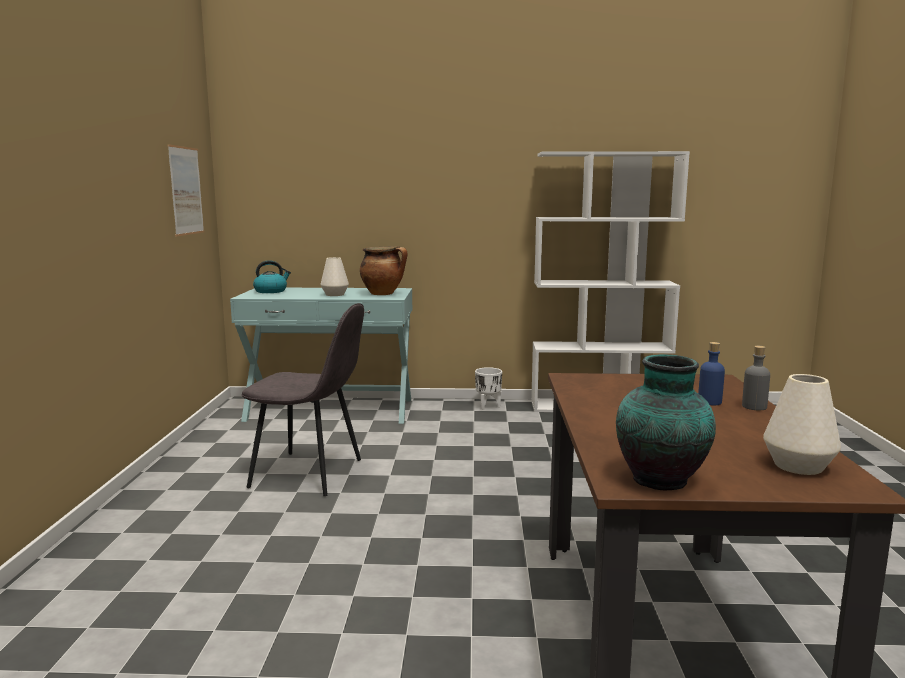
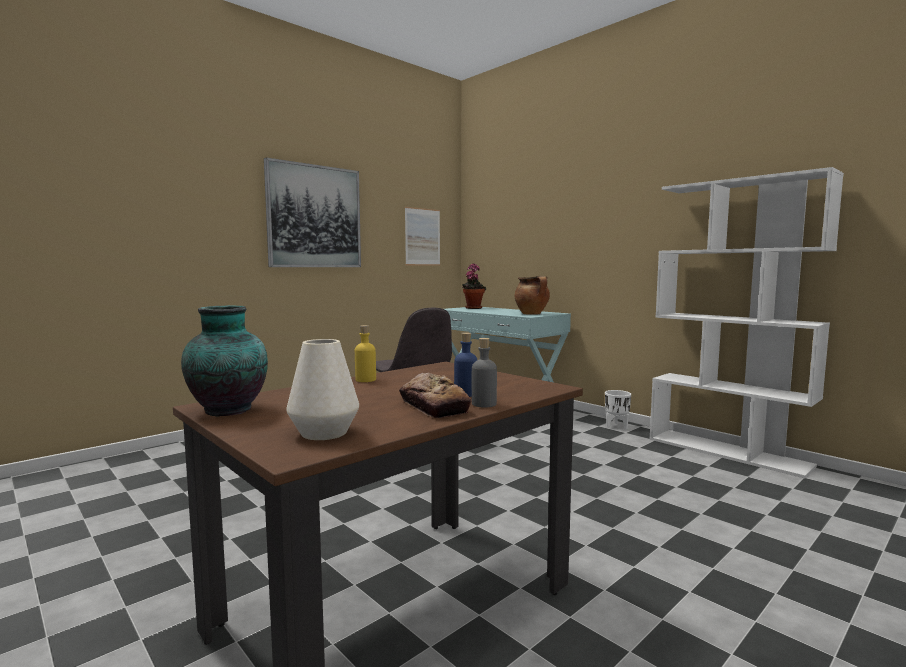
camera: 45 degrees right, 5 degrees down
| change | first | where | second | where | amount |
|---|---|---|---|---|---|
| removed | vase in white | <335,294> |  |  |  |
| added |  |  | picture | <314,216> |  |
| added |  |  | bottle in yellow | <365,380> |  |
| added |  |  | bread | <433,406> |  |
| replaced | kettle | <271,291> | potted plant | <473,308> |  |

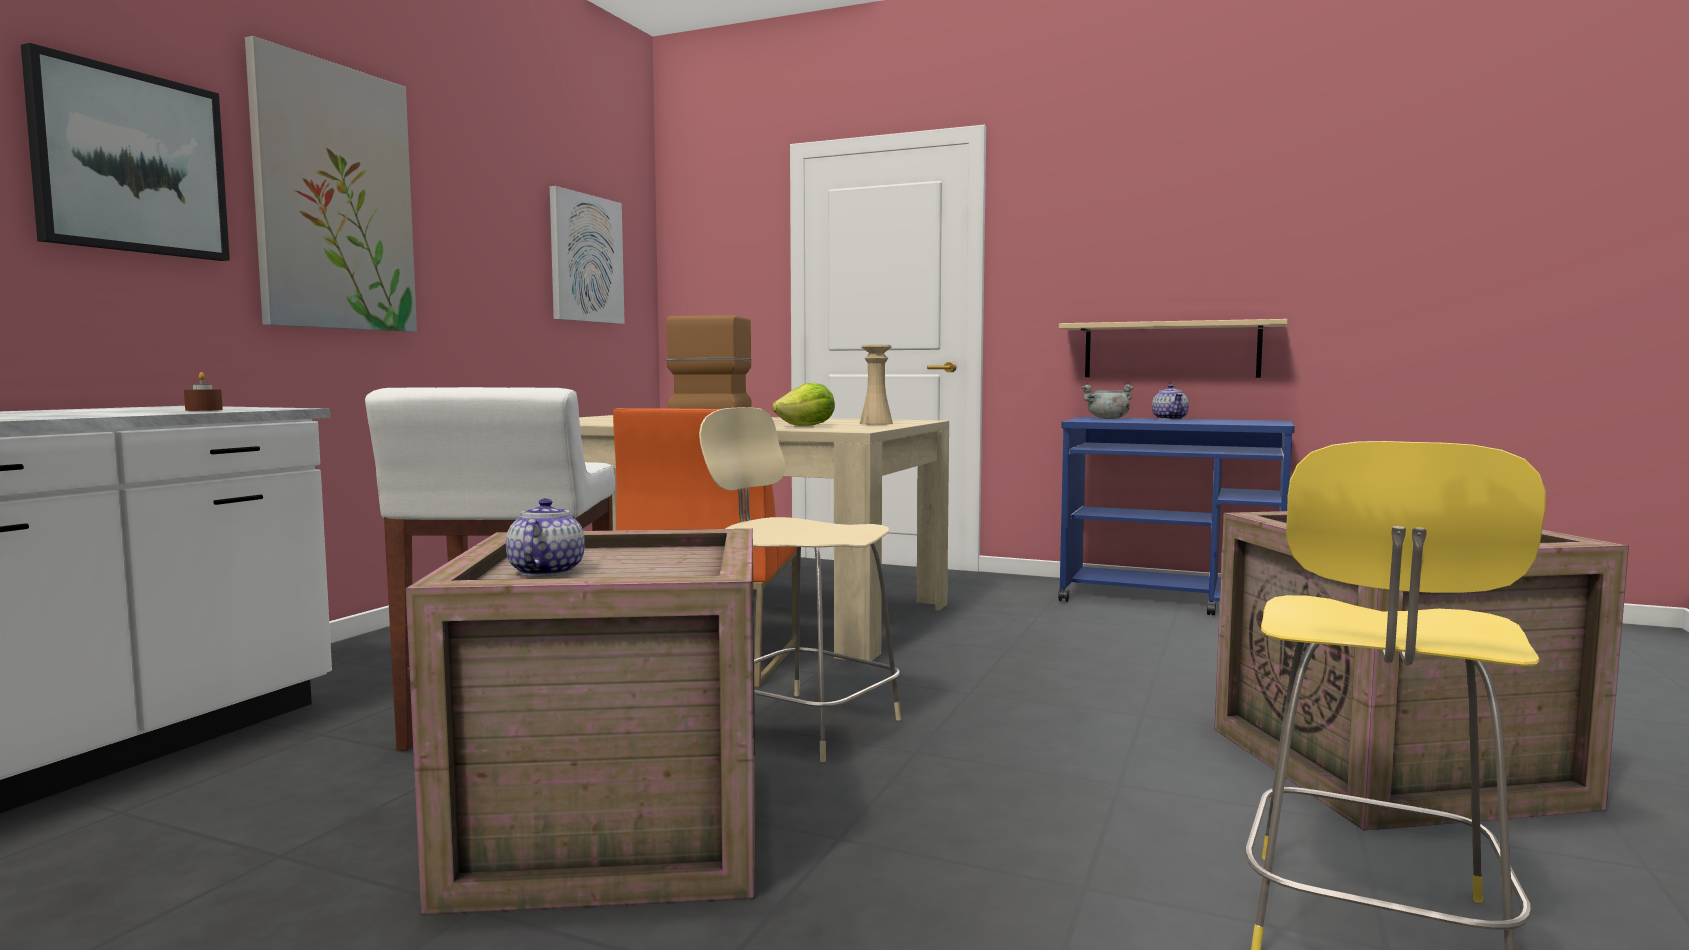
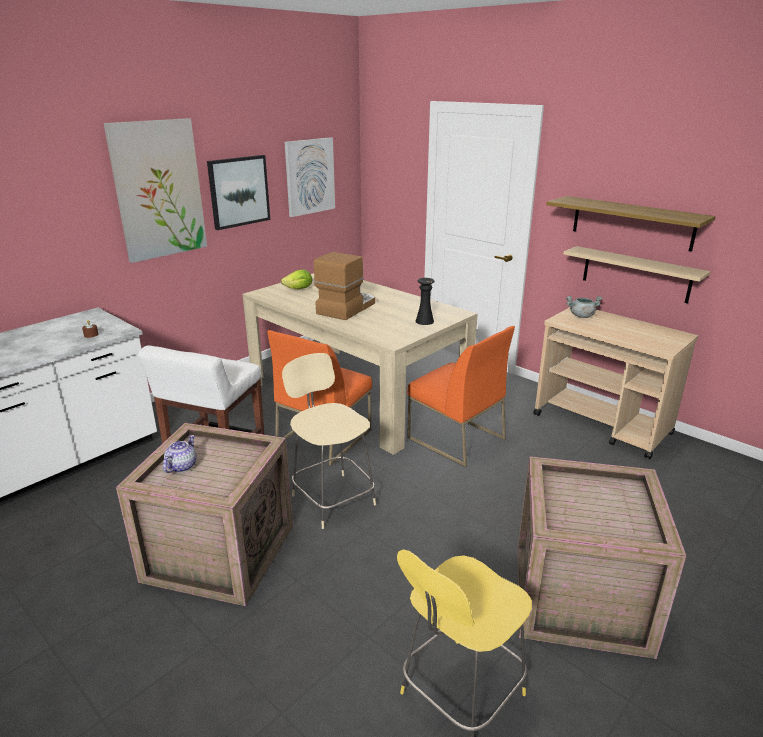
camera: 20 degrees right, 20 degrees up
| change | first | where | second | where | amount |
|---|---|---|---|---|---|
| removed | teapot | <1170,419> |  |  |  |
| added |  |  | chair in orange | <455,438> |  |
| added |  |  | shelf | <632,223> |  |
| moved | picture | <130,162> |  | <238,191> |  |
| moved | lettuce | <807,426> |  | <299,289> |  |
| recoloured | vase in beige | <876,423> | vase in black | <424,321> |  |
| recoloured | cart in blue | <1172,600> | cart in beige | <602,424> |  |

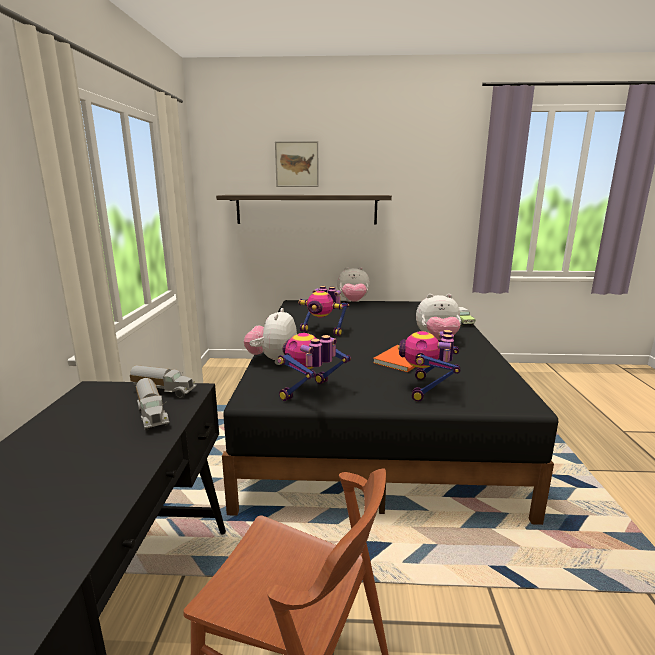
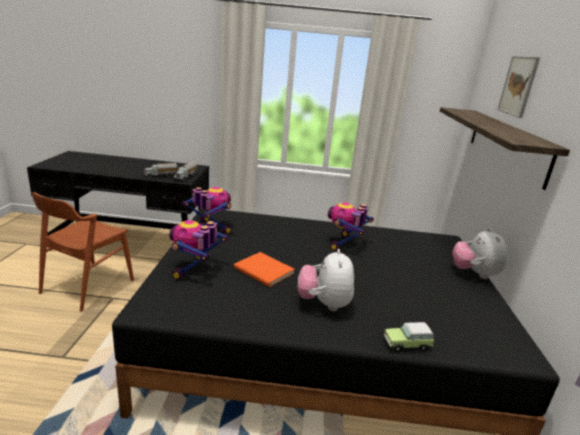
camera: 90 degrees right, 5 degrees up
| change | first | where | second | where | amount |
|---|---|---|---|---|---|
| removed | plush toy | <273,360> |  |  |  |
| turned | toy robot | <427,389> |  | <195,269> | 90 degrees counterclockwise |

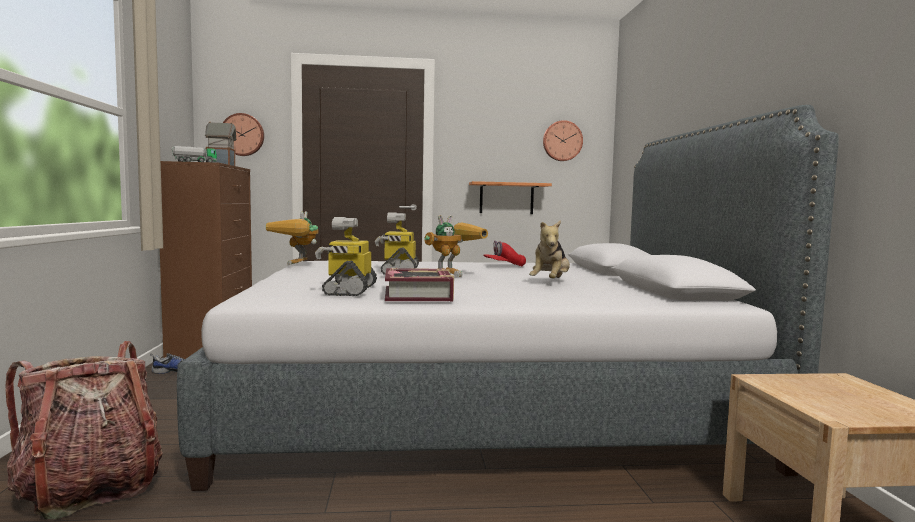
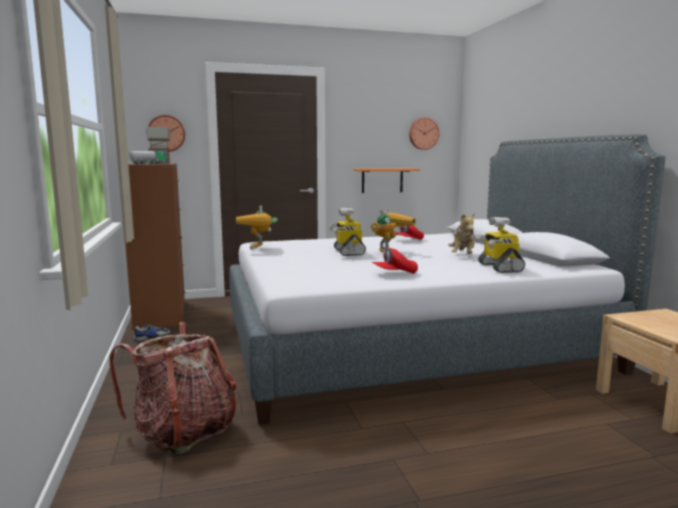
camera: 10 degrees left, 5 degrees up
| change | first | where | second | where | amount |
|---|---|---|---|---|---|
| moved | toy robot | <349,290> |  | <499,267> |  |
| replaced | book | <418,294> | cap in red | <394,273> |  |

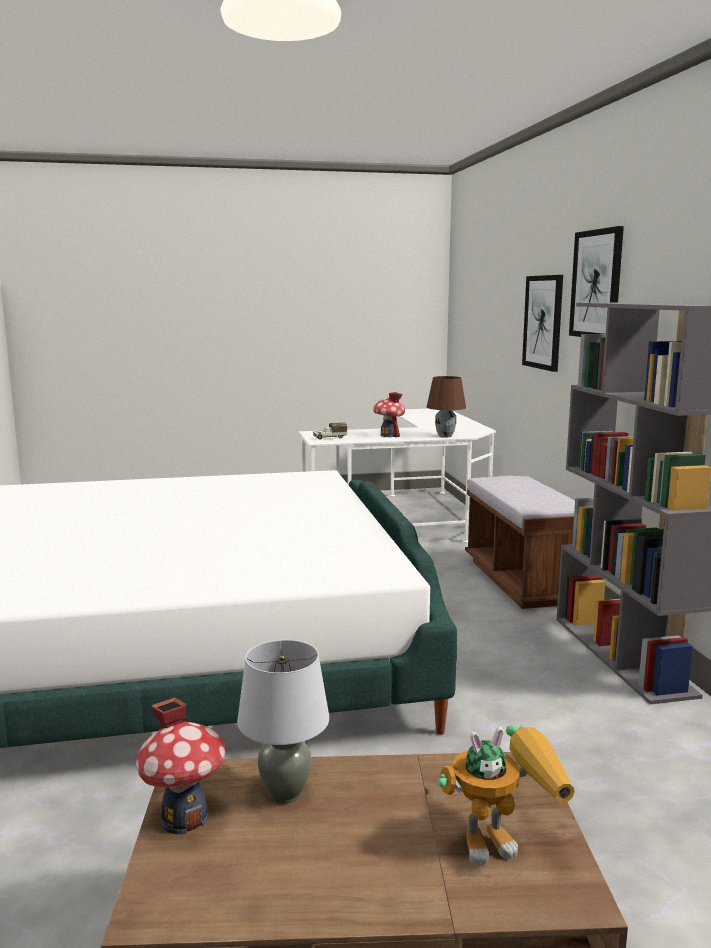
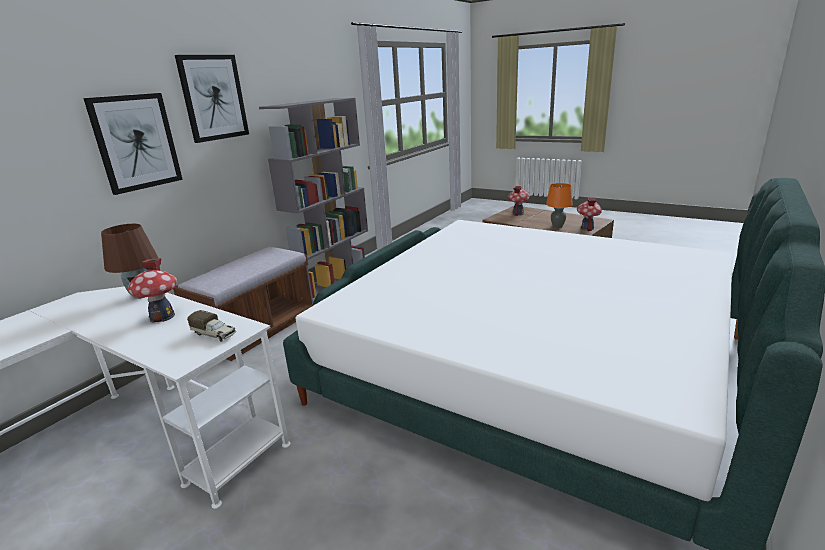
camera: 135 degrees left, 10 degrees up
| change | first | where | second | where | amount |
|---|---|---|---|---|---|
| replaced | toy robot | <503,839> | toy house | <518,213> |  |
| recoloured | table lamp in grey | <285,792> | table lamp in orange | <557,226> |  |

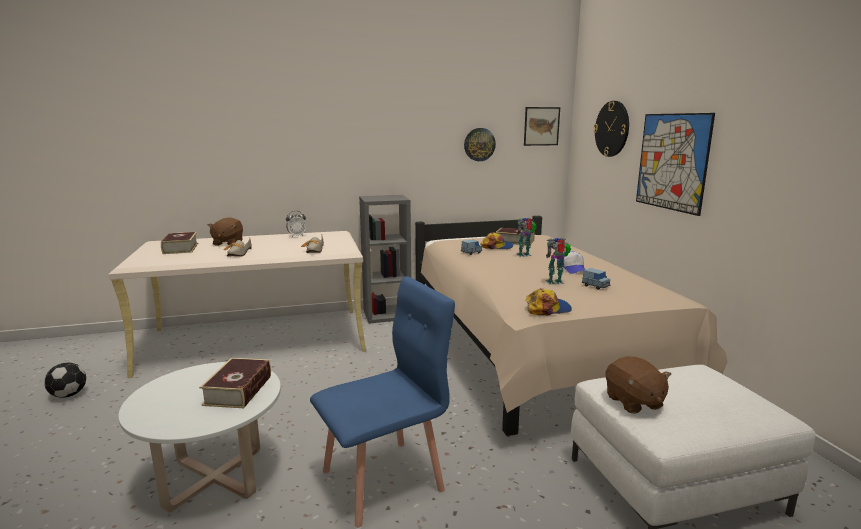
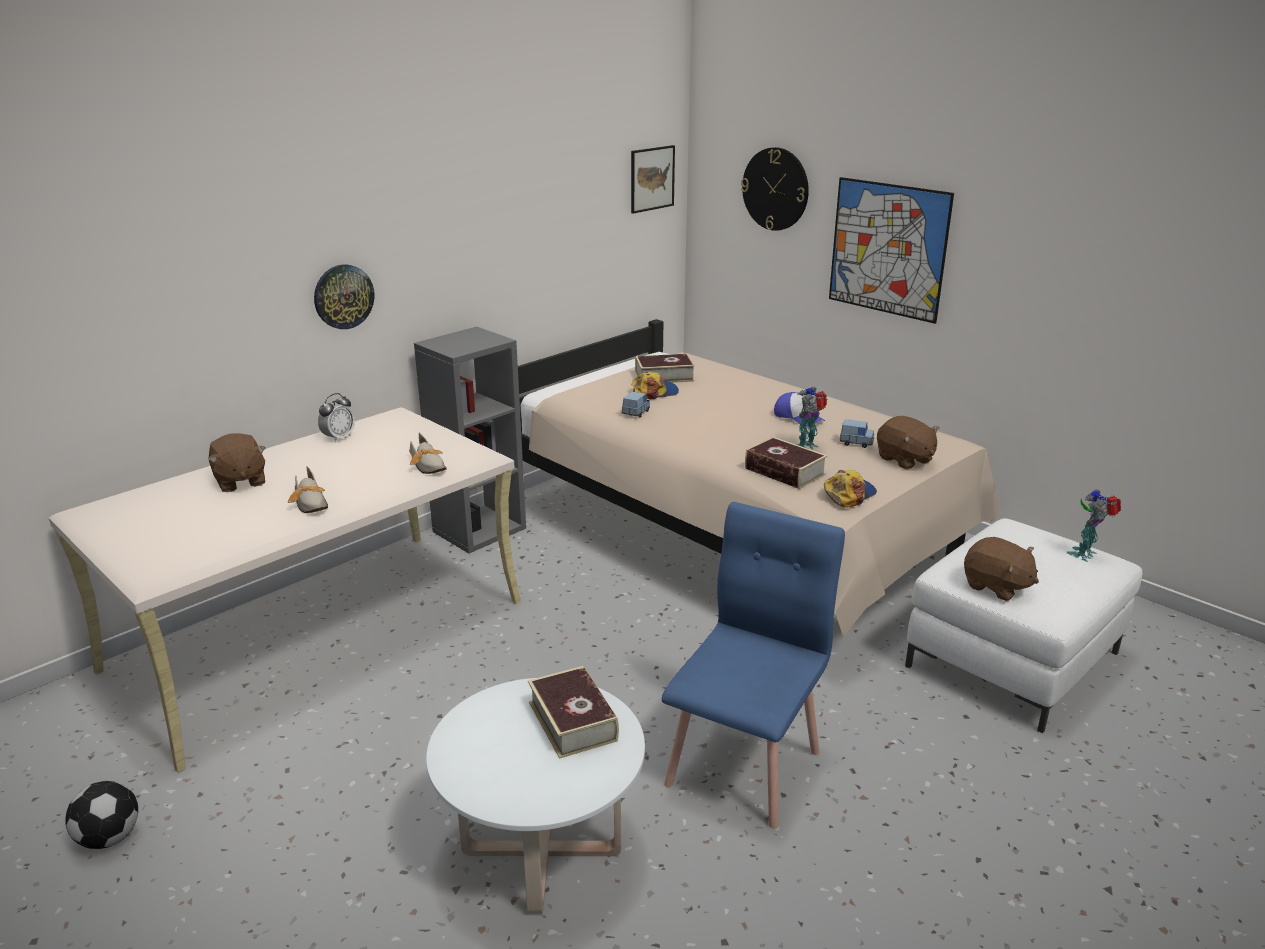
camera: 30 degrees left, 10 degrees up
| change | first | where | second | where | amount |
|---|---|---|---|---|---|
| added |  |  | plush toy in brown | <904,460> |  |
| moved | book | <180,248> |  | <784,471> |  |
| moved | wall clock | <479,144> |  | <343,296> |  |
| moved | toy robot | <524,255> |  | <1085,554> |  |

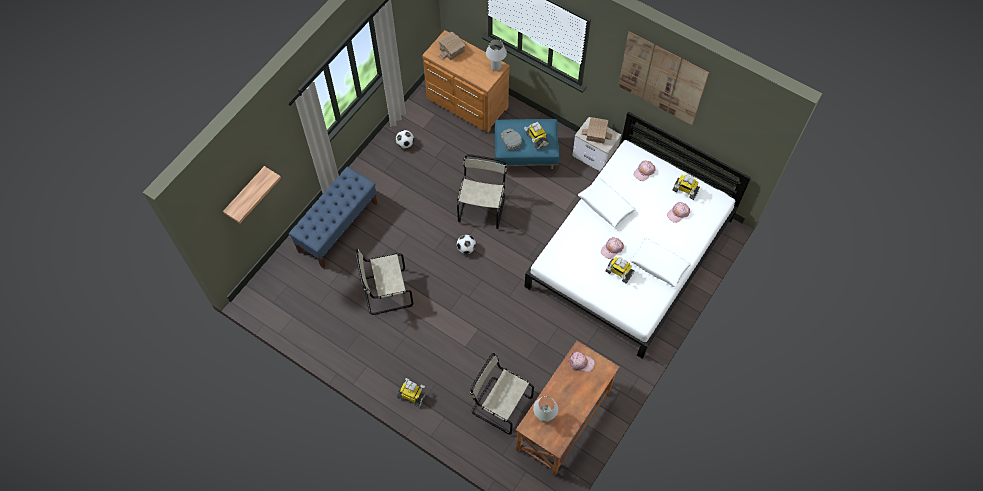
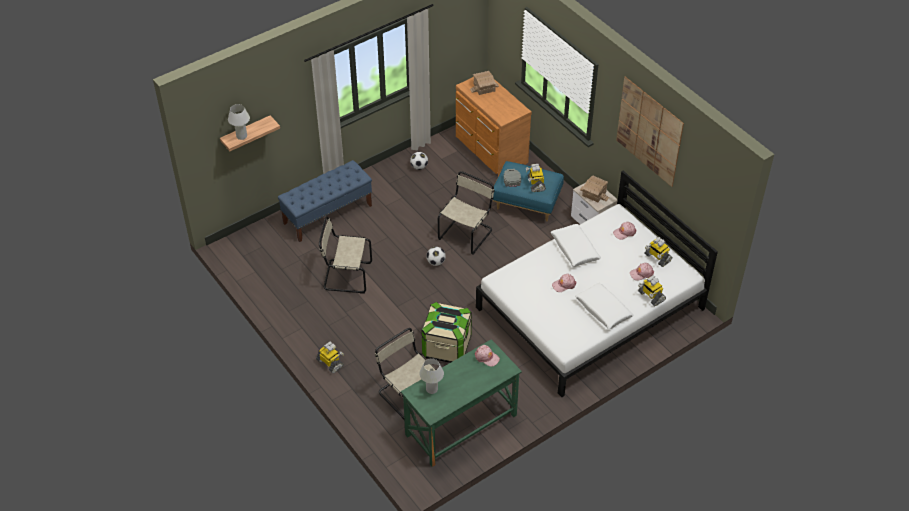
camera: 20 degrees right, 15 degrees down
| change | first | where | second | where | amount |
|---|---|---|---|---|---|
| added |  |  | storage box | <446,347> |  |
| moved | table lamp in white | <496,67> |  | <241,136> |  |
| moved | toy robot | <618,272> |  | <650,296> |  |
| recoloured | desk in brown | <563,421> | desk in green | <461,425> |  |

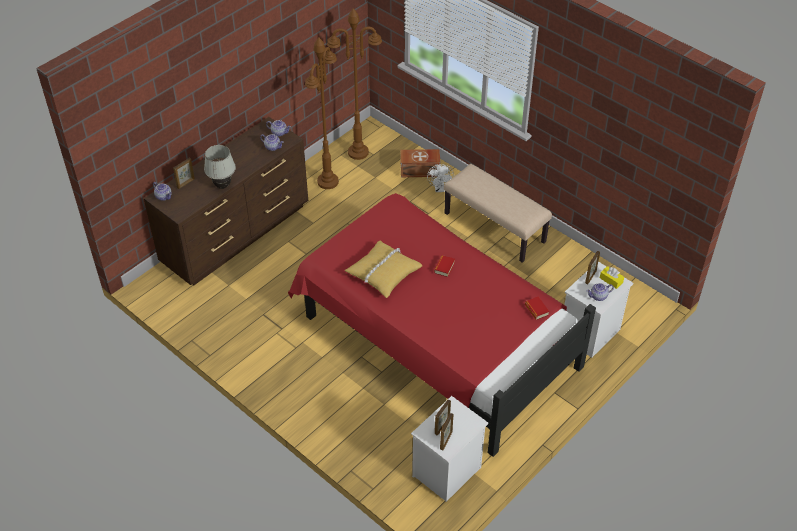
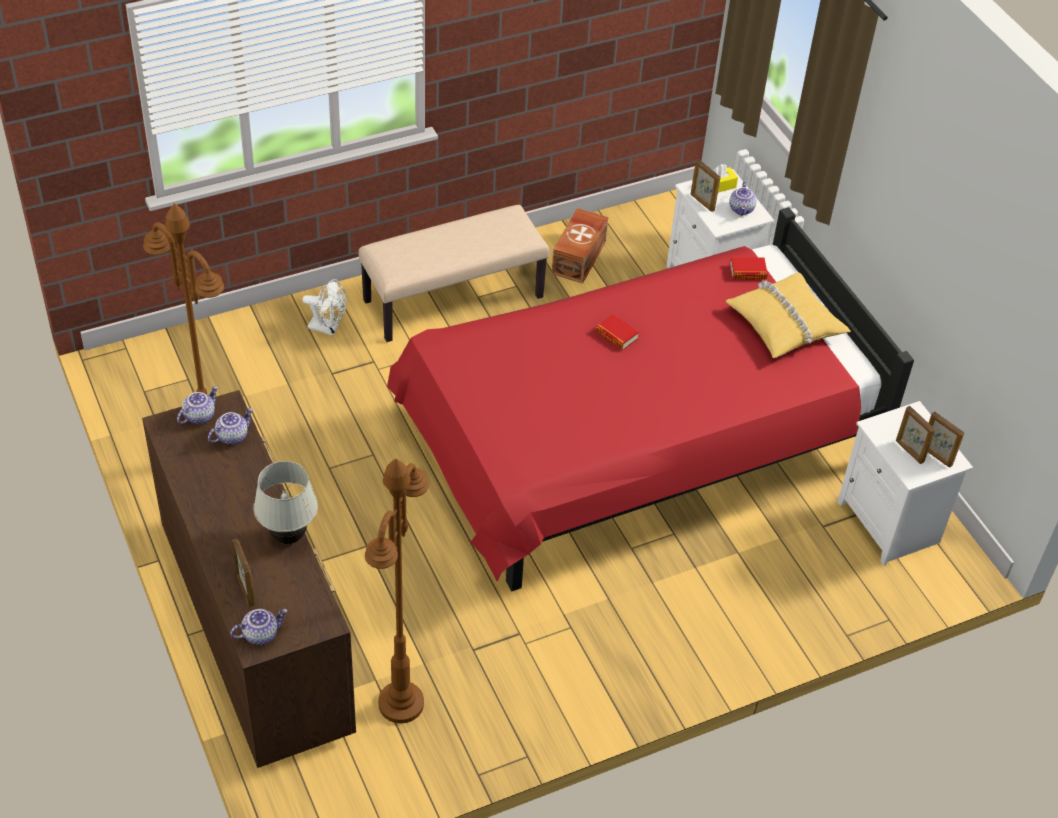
camera: 70 degrees left, 0 degrees up
| change | first | where | second | where | amount |
|---|---|---|---|---|---|
| moved | floor lamp in brown | <358,152> |  | <401,703> |  |
| moved | pillow in yellow | <383,273> |  | <785,324> |  |
| moved | storage box in brown | <420,170> |  | <580,257> |  |

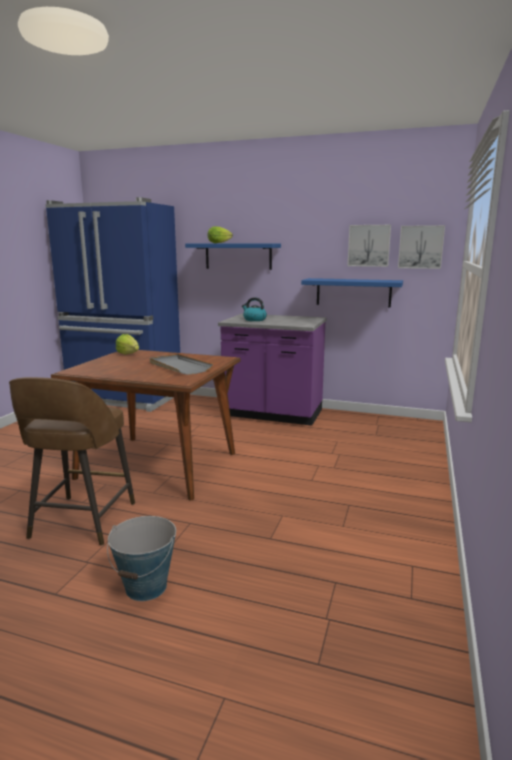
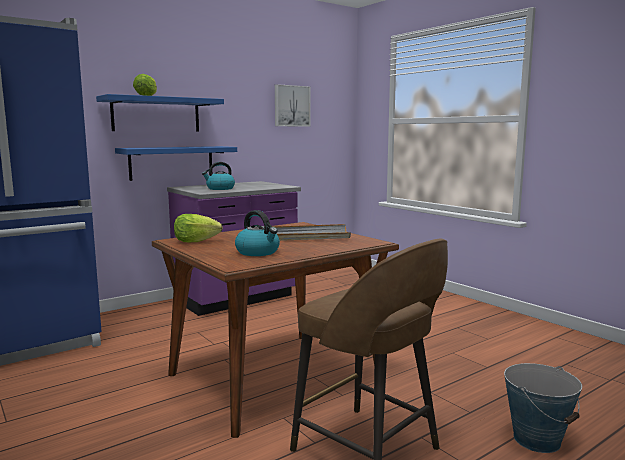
camera: 55 degrees left, 5 degrees down
| change | first | where | second | where | amount |
|---|---|---|---|---|---|
| removed | picture | <420,247> |  |  |  |
| added |  |  | kettle | <258,252> |  |
| moved | shelf in blue | <353,292> |  | <172,162> |  |

